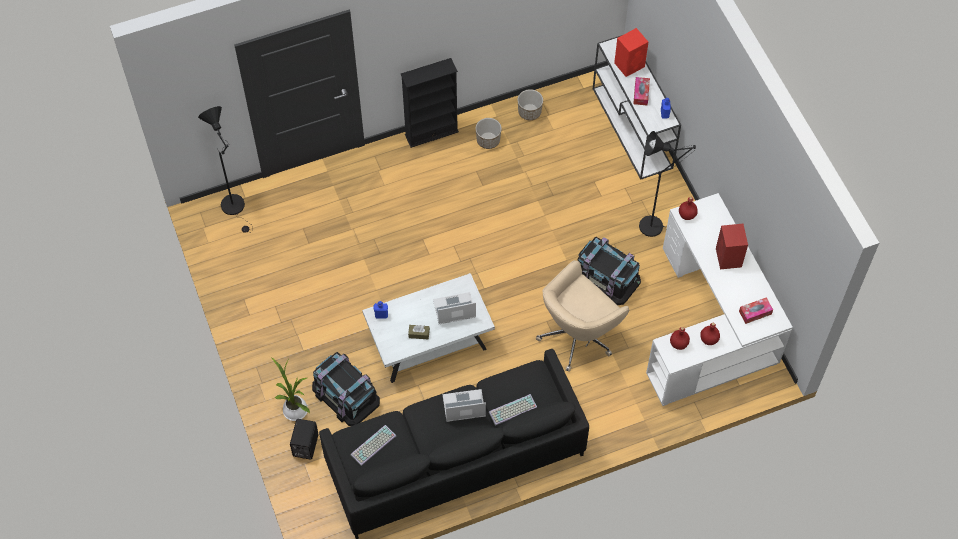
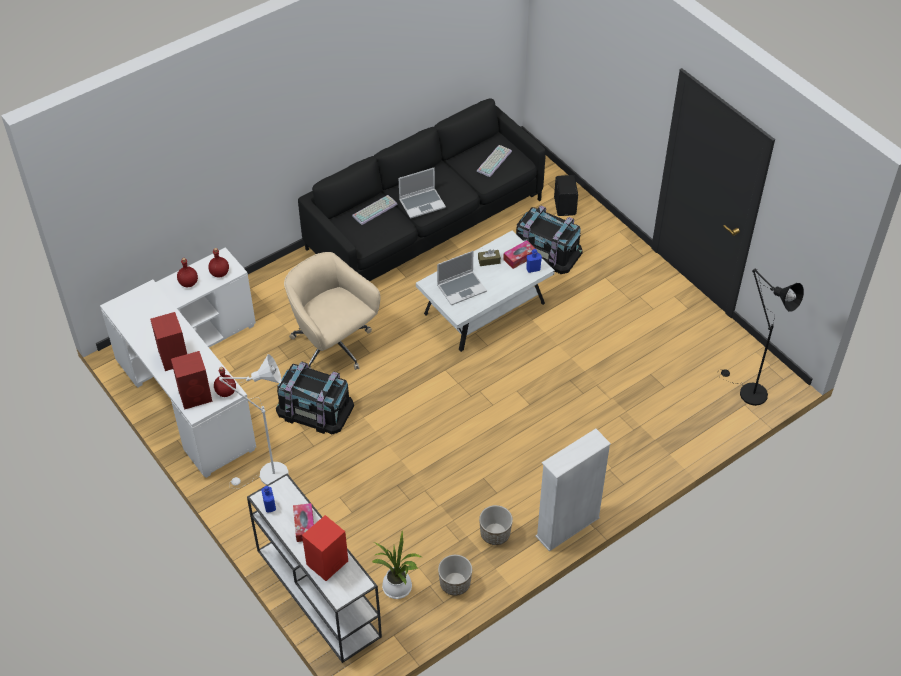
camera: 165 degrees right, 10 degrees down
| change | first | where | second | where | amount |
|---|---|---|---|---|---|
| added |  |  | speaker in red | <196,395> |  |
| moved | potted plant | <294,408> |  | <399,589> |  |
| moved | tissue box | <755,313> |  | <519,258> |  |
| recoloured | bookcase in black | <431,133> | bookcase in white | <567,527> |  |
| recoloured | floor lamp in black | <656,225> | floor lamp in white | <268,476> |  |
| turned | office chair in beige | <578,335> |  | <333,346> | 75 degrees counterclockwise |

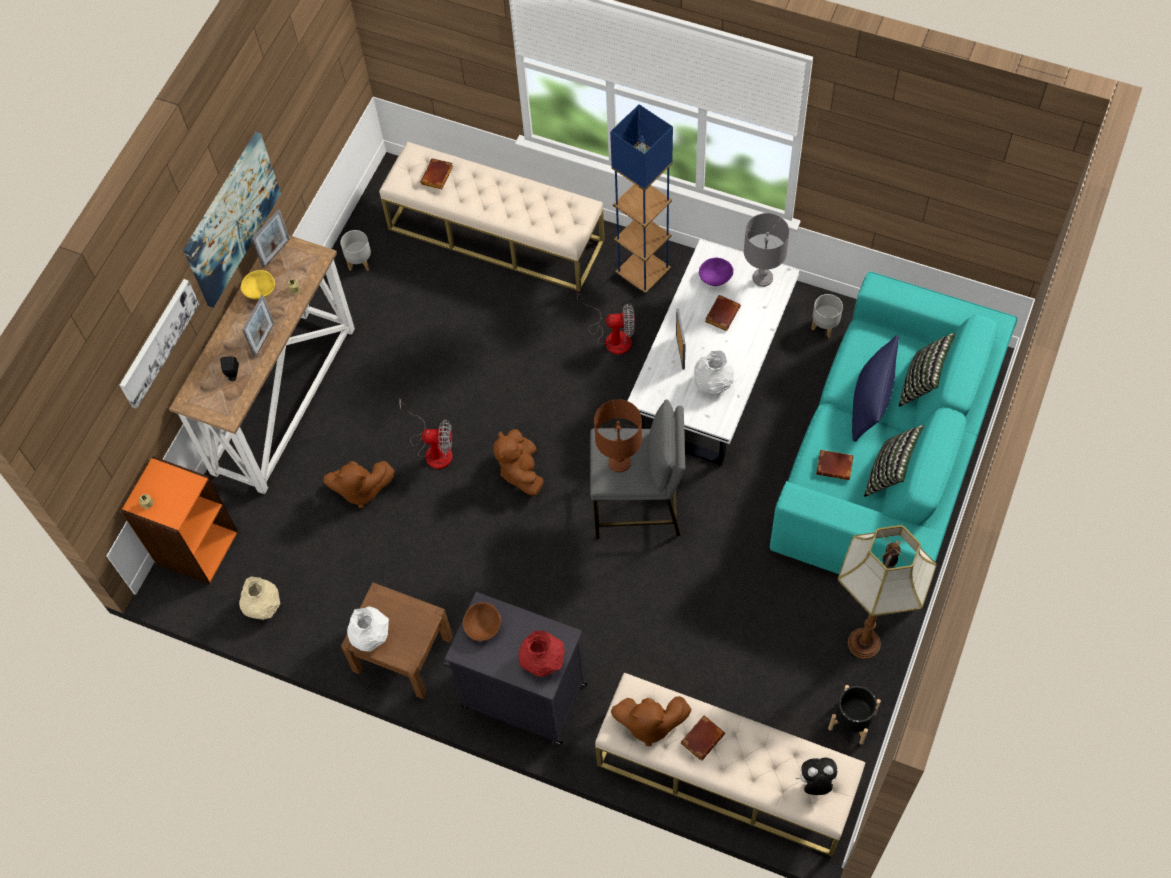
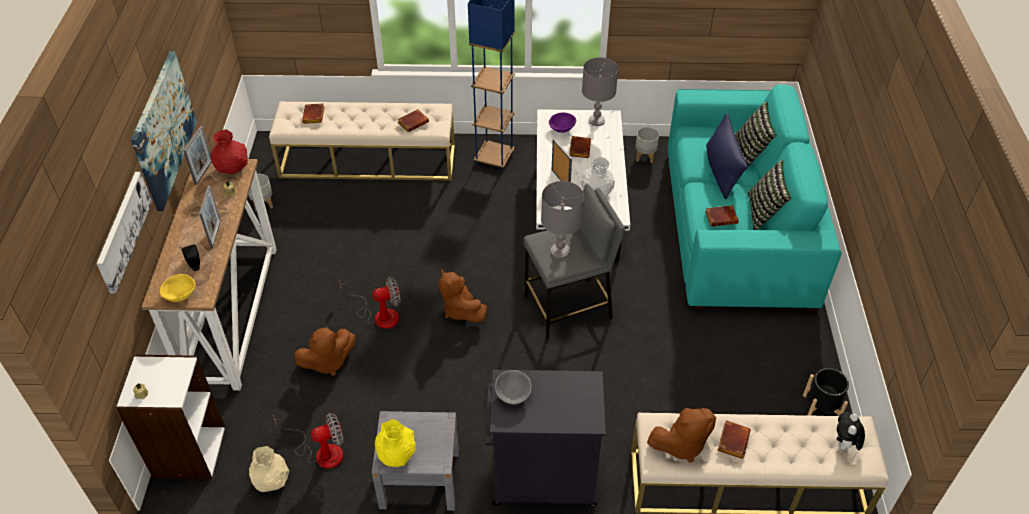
camera: 25 degrees left, 15 degrees down
| change | first | where | second | where | amount |
|---|---|---|---|---|---|
| removed | floor lamp | <865,643> |  |  |  |
| added |  |  | book in brown | <413,122> |  |
| moved | bowl in yellow | <260,291> |  | <180,296> |  |
| moved | vase in red | <543,661> |  | <233,167> |  |
| moved | fan | <611,336> |  | <321,452> |  |
| recoloured | bookcase in orange | <196,547> | bookcase in white | <188,451> |  |
| recoloured | nightstand in brown | <403,654> | nightstand in grey | <419,479> |  |
| recoloured | vase in white | <370,635> | vase in yellow | <396,454> |  |
| recoloured | bowl in brown | <483,626> | bowl in grey | <513,394> |  |
| recoloured | table lamp in brown | <619,462> | table lamp in grey | <559,251> |  |
| turned | plush toy | <815,783> |  | <844,445> | 45 degrees counterclockwise |

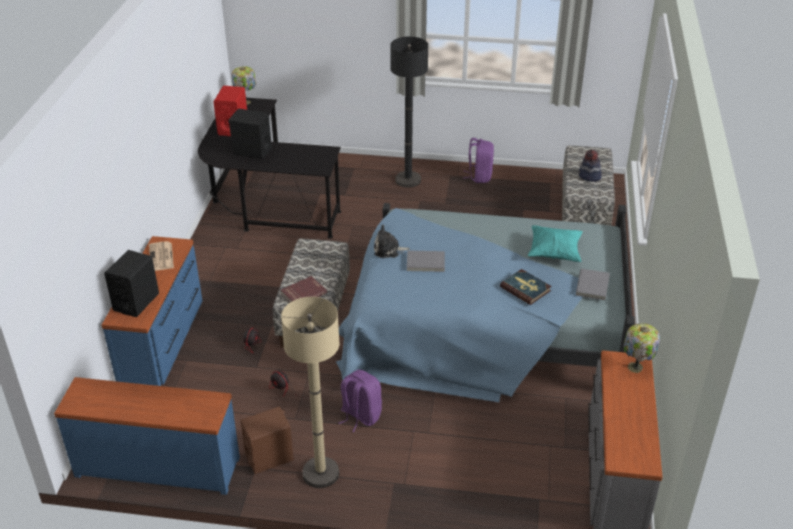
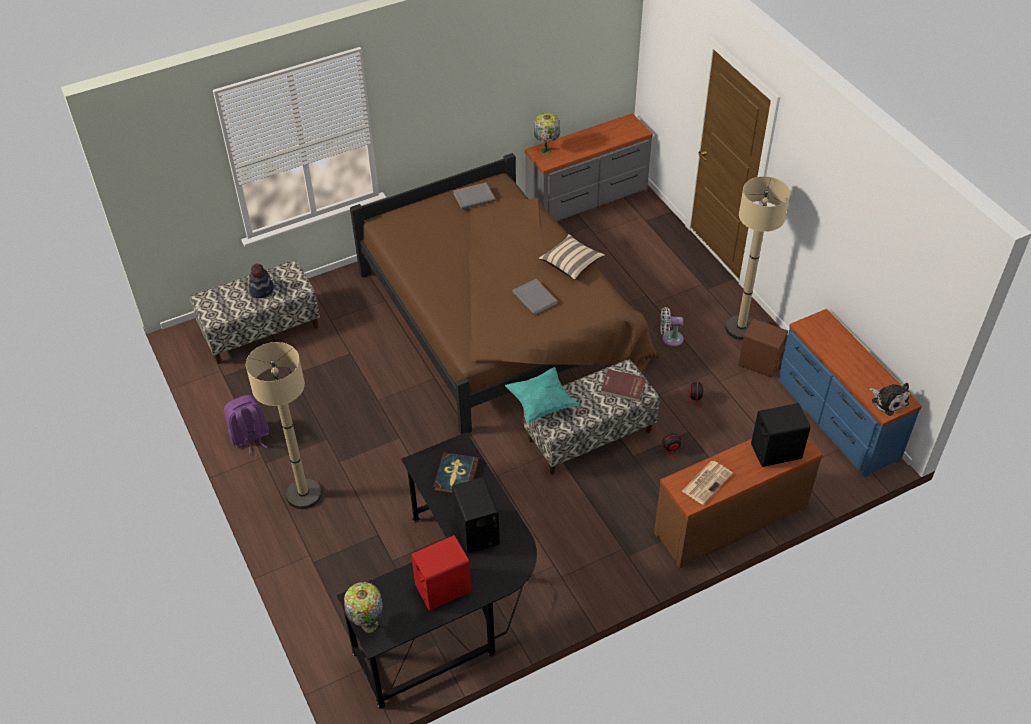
camera: 125 degrees left, 10 degrees up
| change | first | where | second | where | amount |
|---|---|---|---|---|---|
| added |  |  | pillow in beige | <571,264> |  |
| moved | plush toy | <388,250> |  | <888,401> |  |
| moved | book | <525,288> |  | <456,475> |  |
| moved | pillow in turquoise | <554,253> |  | <541,403> |  |
| replaced | backpack in purple | <360,416> | fan in white | <670,338> |  |
| recoloured | dresser in blue | <163,341> | dresser in brown | <729,519> |  |
| recoloured | bed in blue | <484,326> | bed in brown | <501,320> |  |
| recoloured | floor lamp in black | <408,180> | floor lamp in beige | <304,494> |  |

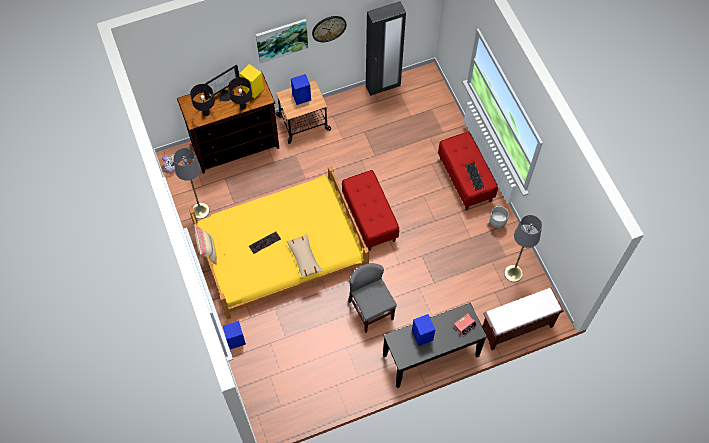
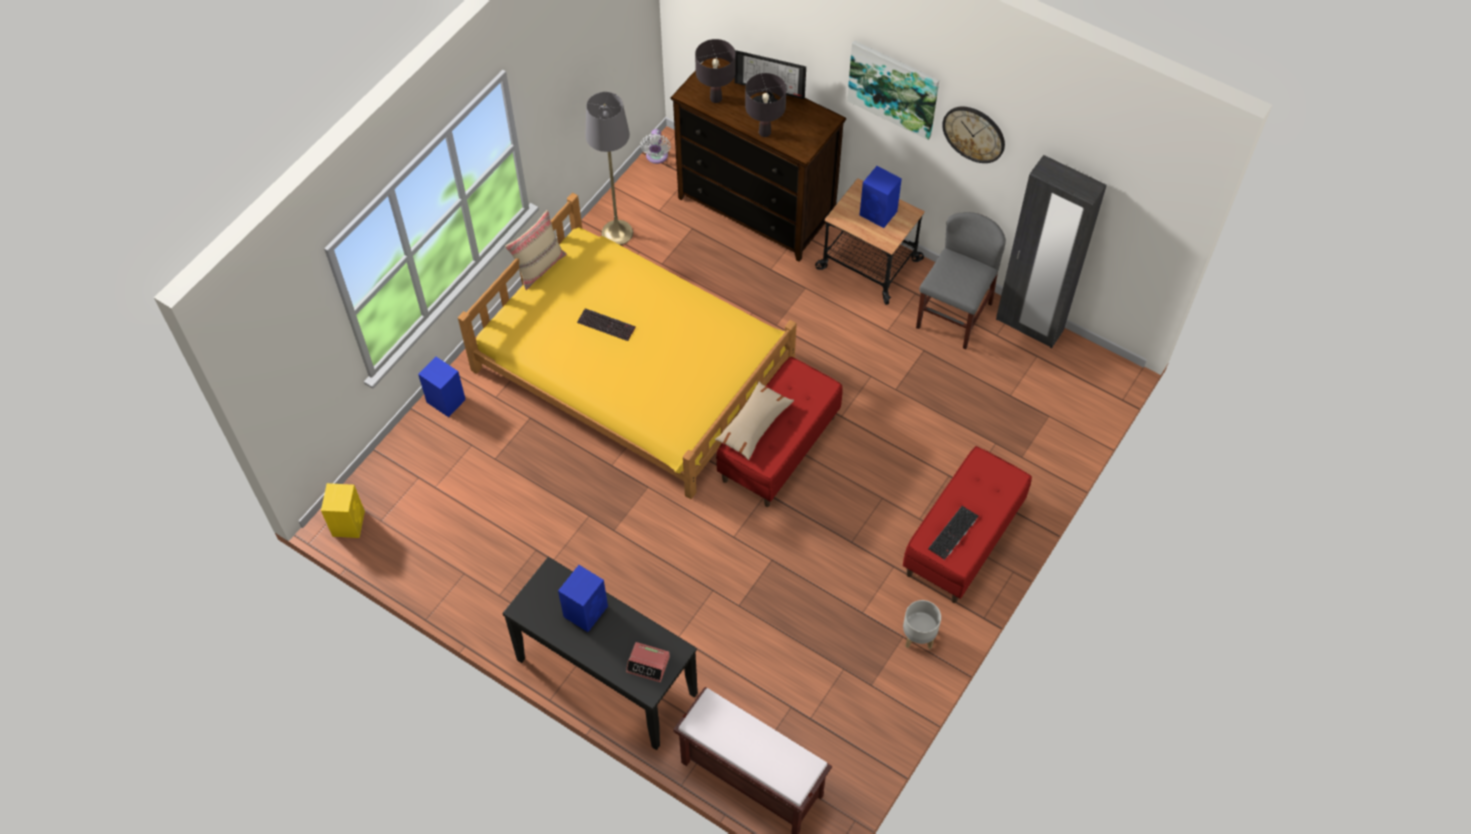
camera: 55 degrees right, 5 degrees down
| change | first | where | second | where | amount |
|---|---|---|---|---|---|
| removed | floor lamp in grey | <513,273> |  |  |  |
| moved | speaker in yellow | <252,89> |  | <348,522> |  |
| moved | pillow in beige | <304,258> |  | <754,425> |  |
| moved | chair in grey | <371,310> |  | <954,315> |  |

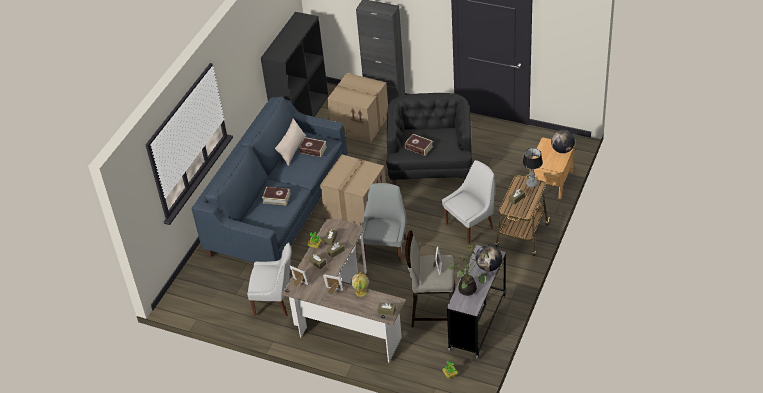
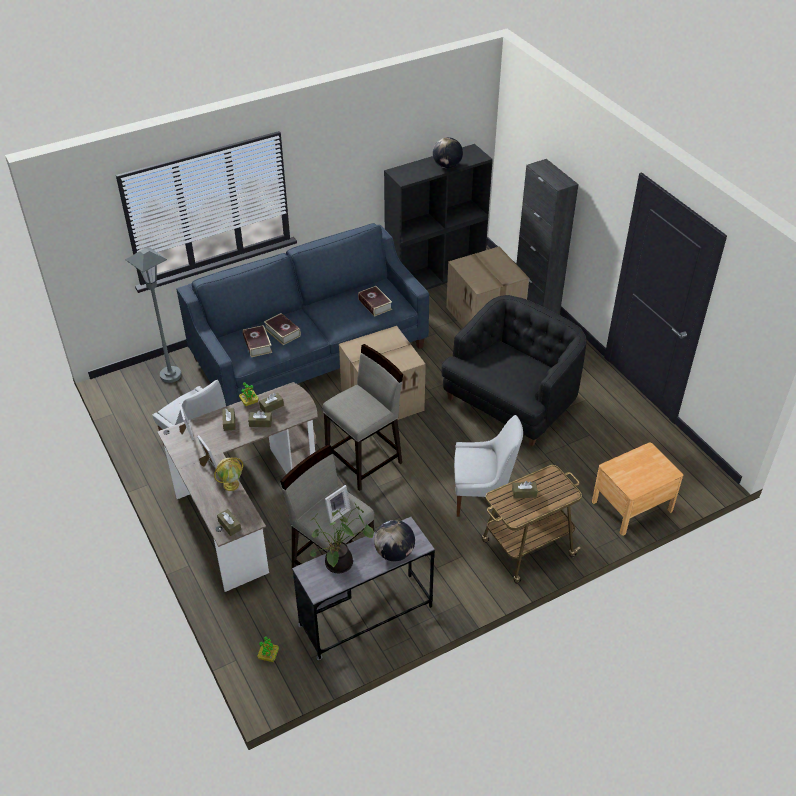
camera: 35 degrees right, 0 degrees up
| change | first | where | second | where | amount |
|---|---|---|---|---|---|
| removed | pillow in beige | <292,149> |  |  |  |
| removed | table lamp | <531,183> |  |  |  |
| added |  |  | floor lamp in grey | <170,375> |  |
| moved | book | <419,147> |  | <257,345> |  |
| moved | globe | <562,150> |  | <447,166> |  |
| replaced | chair in grey | <386,248> | stool in beige | <365,461> |  |

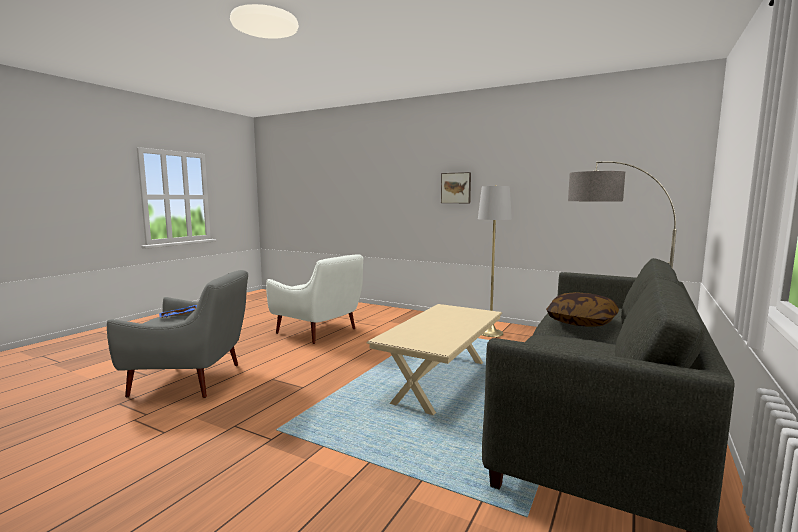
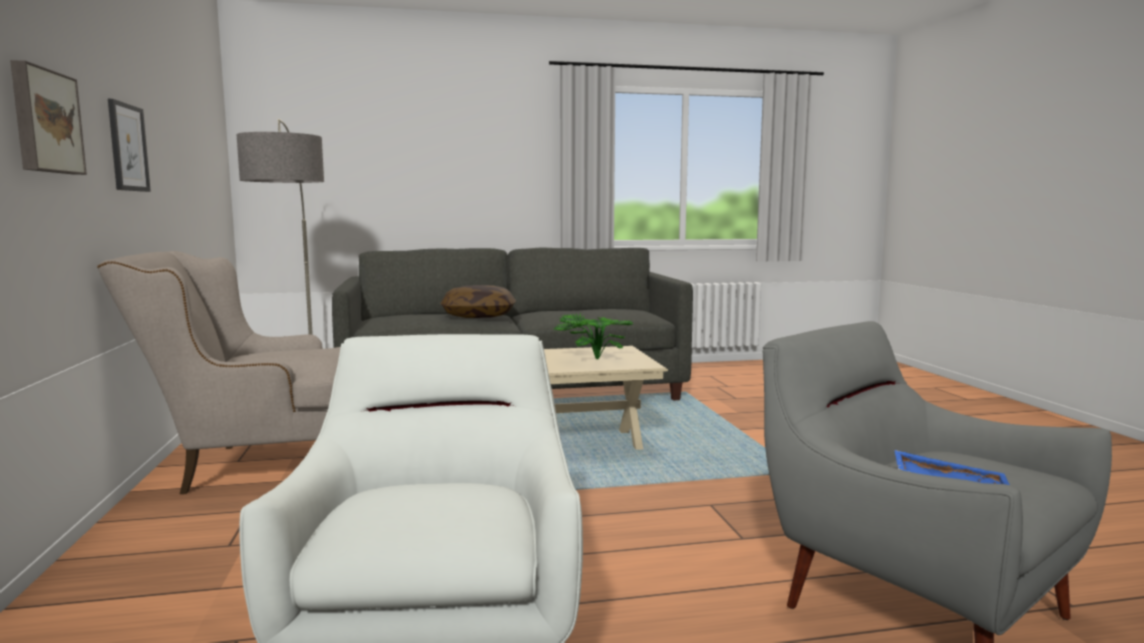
camera: 130 degrees left, 0 degrees up
| change | first | where | second | where | amount |
|---|---|---|---|---|---|
| added |  |  | picture | <128,147> |  |
| added |  |  | potted plant | <592,360> |  |
| replaced | floor lamp in grey | <490,333> | armchair in beige | <257,466> |  |

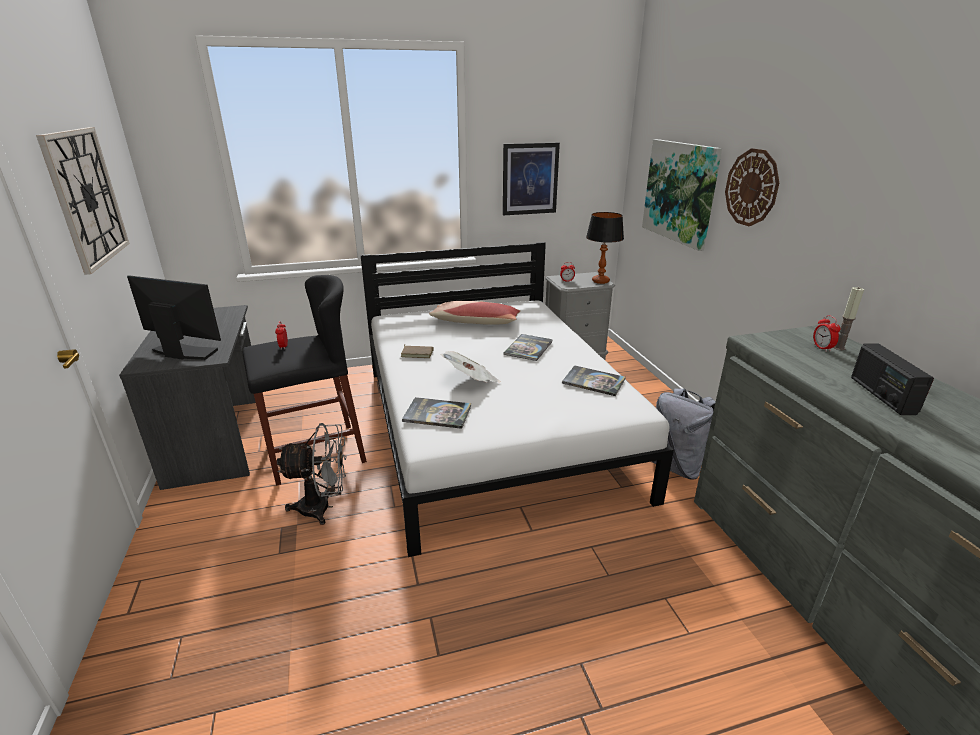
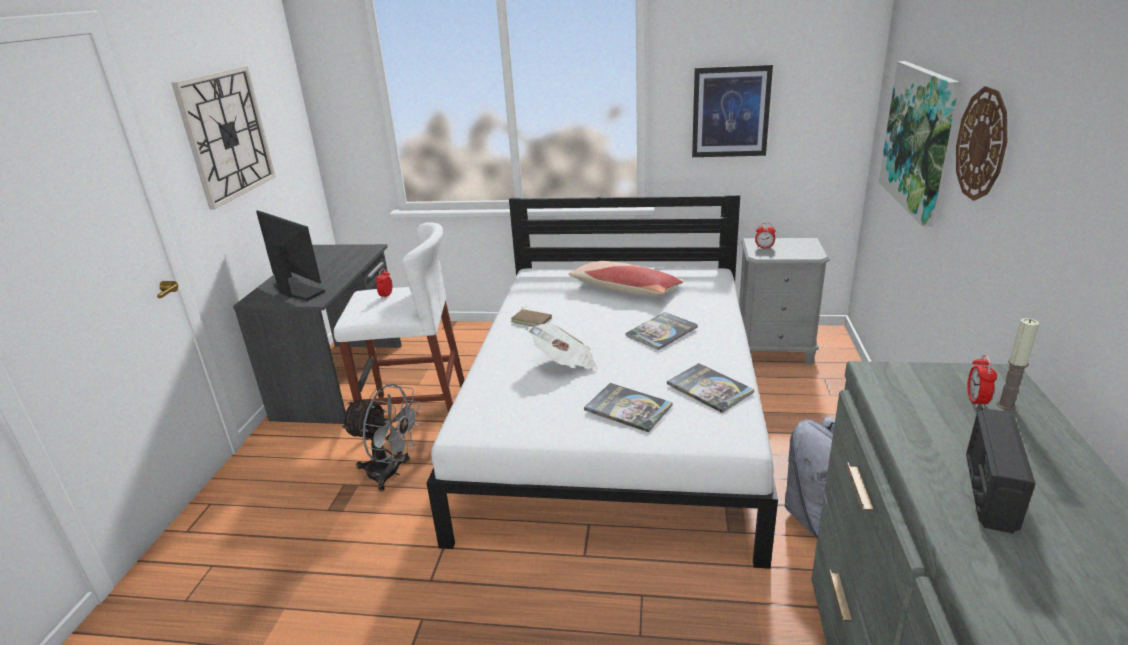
camera: 25 degrees right, 0 degrees up
| change | first | where | second | where | amount |
|---|---|---|---|---|---|
| removed | table lamp | <600,281> |  |  |  |
| moved | book | <437,414> |  | <628,408> |  |
| recoloured | stool in black | <315,453> | stool in white | <417,413> |  |

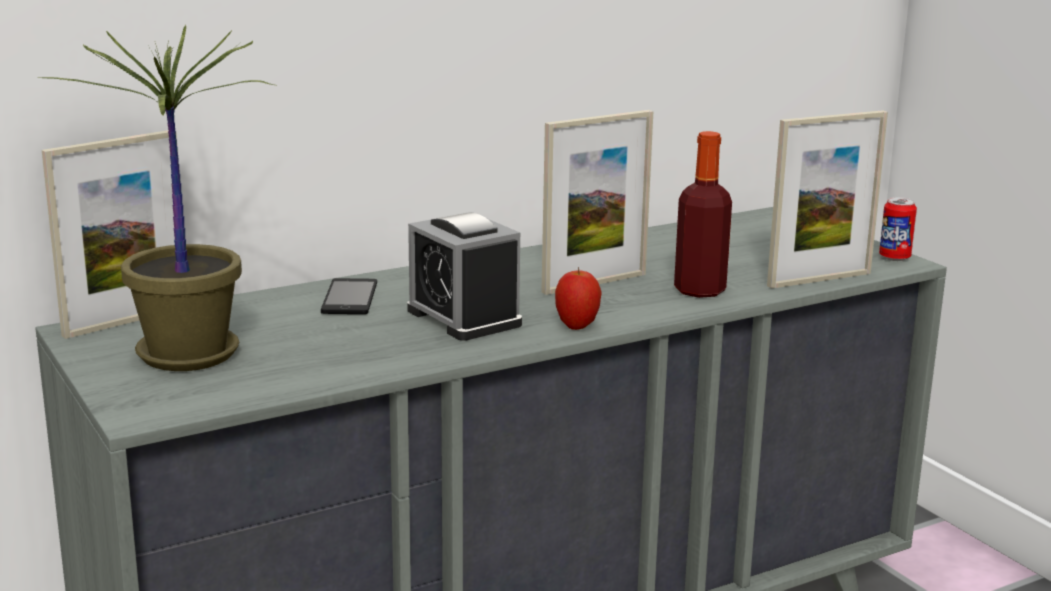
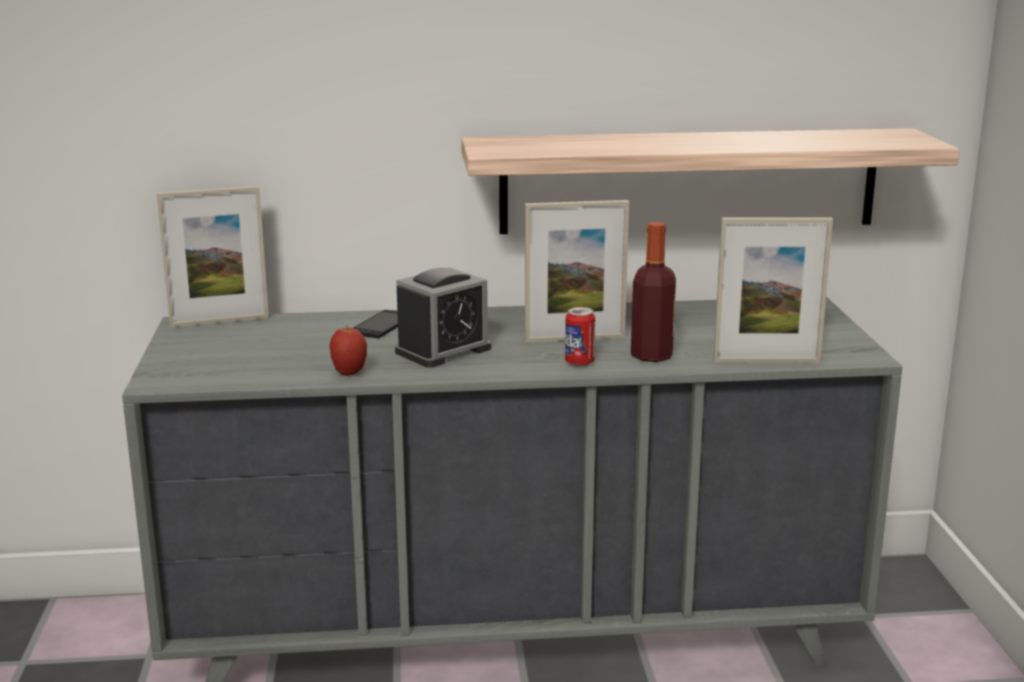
camera: 25 degrees right, 0 degrees up
| change | first | where | second | where | amount |
|---|---|---|---|---|---|
| removed | potted plant | <190,356> |  |  |  |
| added |  |  | shelf | <689,181> |  |
| moved | apple | <577,326> |  | <349,373> |  |
| moved | can | <894,257> |  | <579,363> |  |
| turned | alarm clock | <463,317> |  | <443,350> | 120 degrees counterclockwise |

